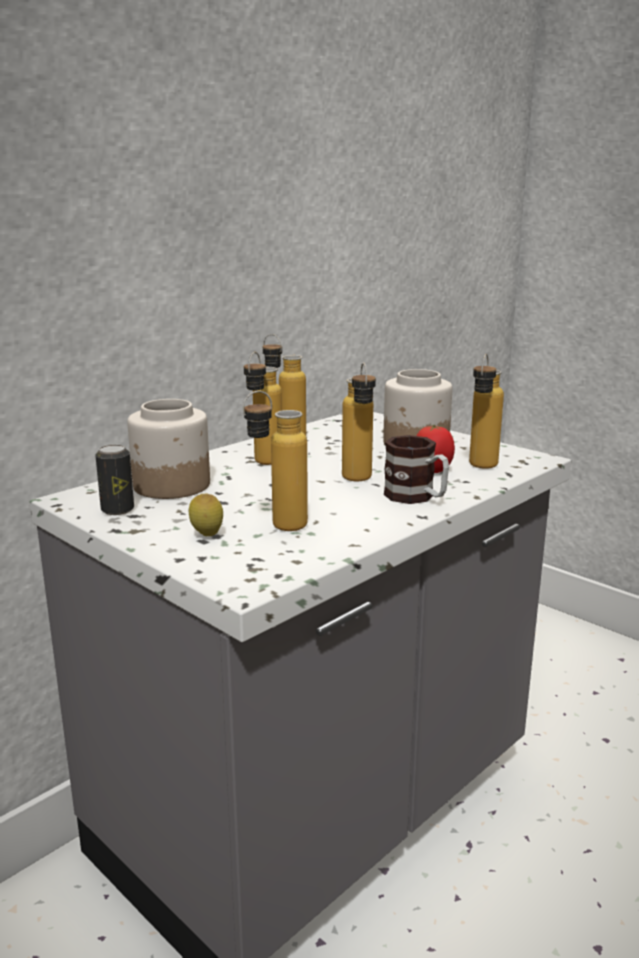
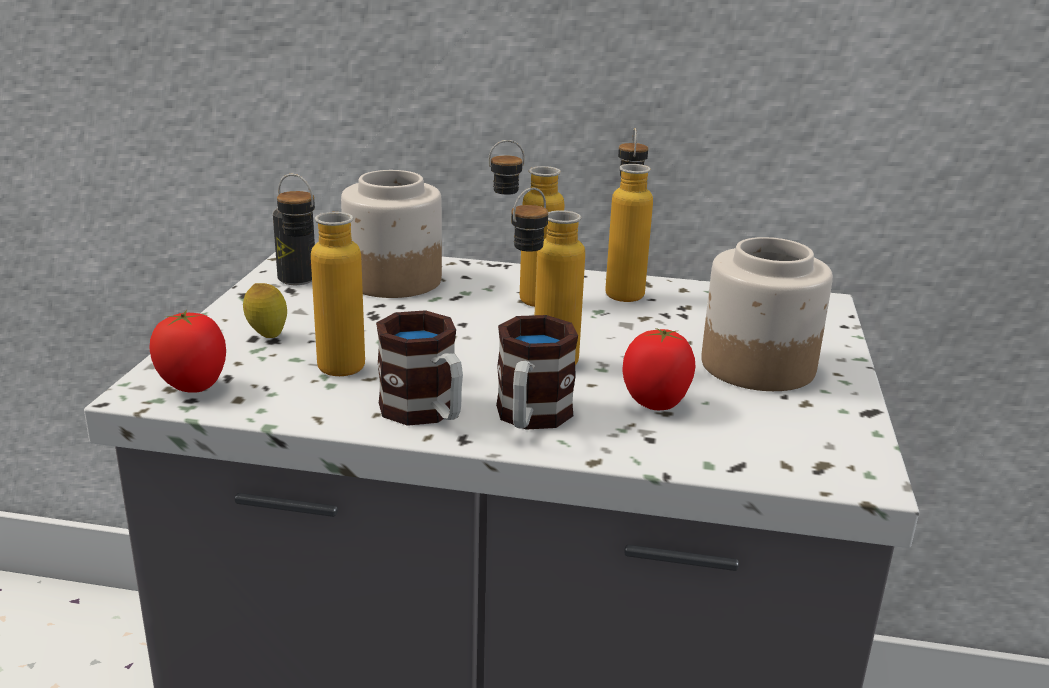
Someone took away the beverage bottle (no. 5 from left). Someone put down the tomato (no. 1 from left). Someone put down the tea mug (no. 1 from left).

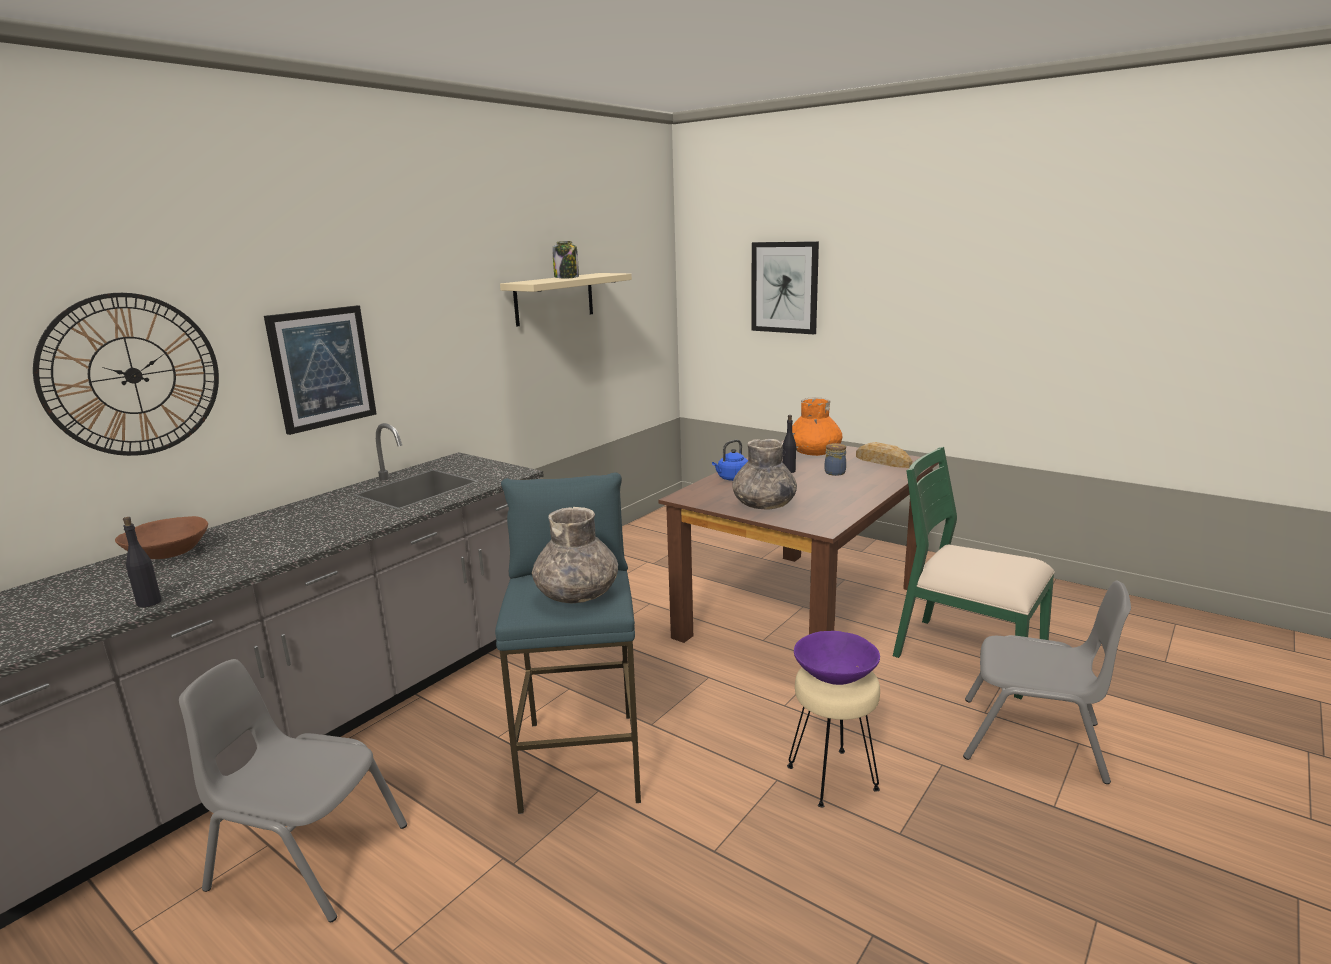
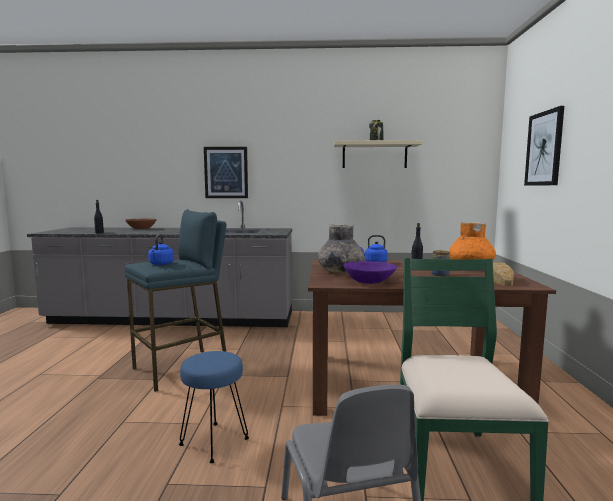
Someone took away the clock on the wall. Someone took away the chair/grey (no. 1 from left). Someone swapped the decorative vase/grey (no. 1 from left) for the kettle/blue-coloured (no. 1 from left). Someone repainted the stool seat/beige, which became the stool seat/blue-coloured (no. 2 from left). Someone carried the deep dish/purplish.

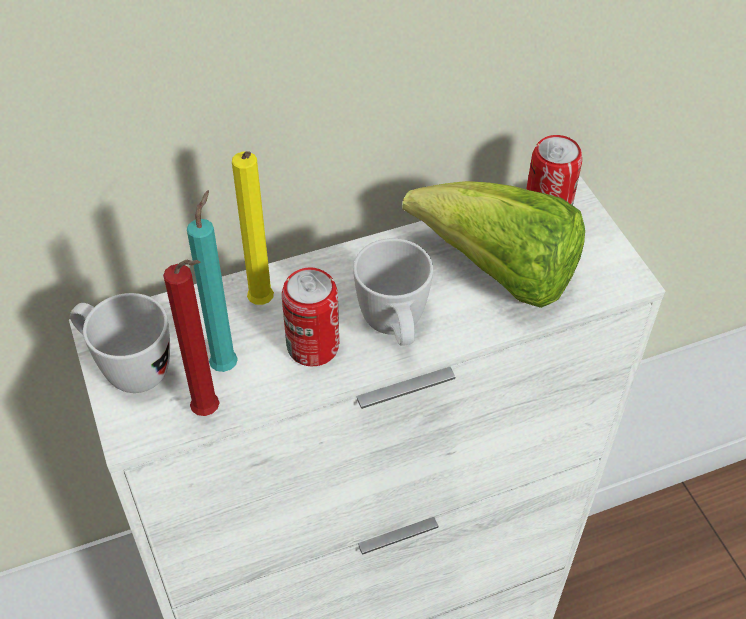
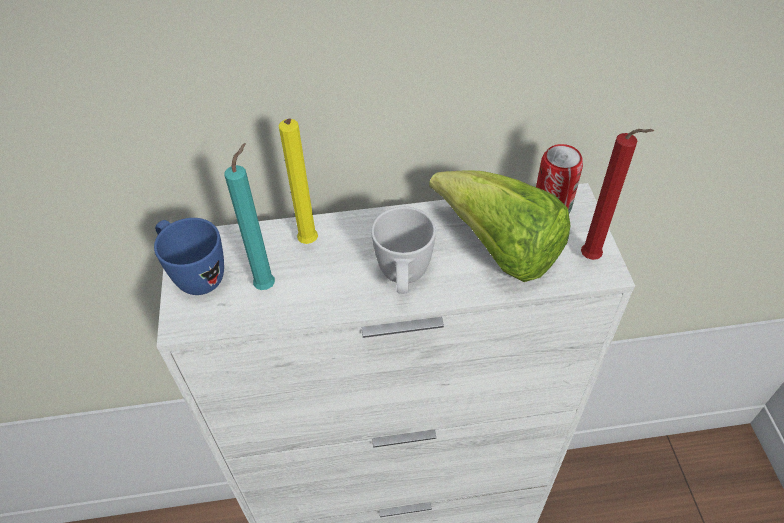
Someone repainted the tea mug/whitish (no. 1 from left), which became the tea mug/blue-coloured. Someone carried the candle/red. Someone took away the sealed can (no. 1 from left).

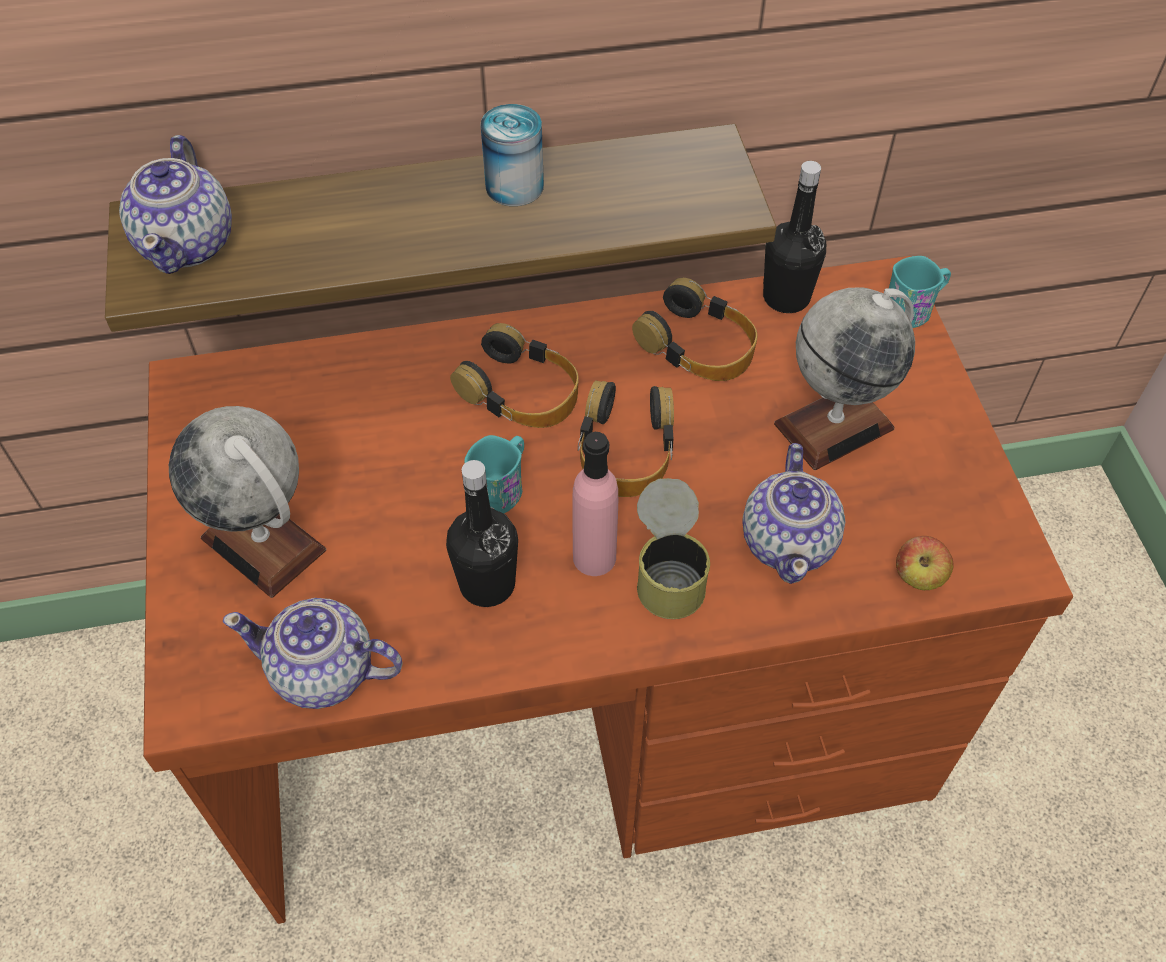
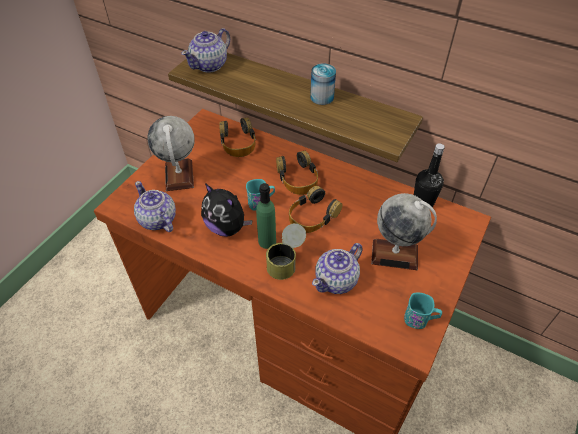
Someone swapped the beverage bottle/black (no. 1 from left) for the cuddly toy. Someone repainted the beverage bottle/pink-coloured, which became the beverage bottle/green-coloured. Someone carried the pair of headphones (no. 3 from left in the first image). Someone carried the tea mug/turquoise (no. 2 from left). Someone took away the whole apple.

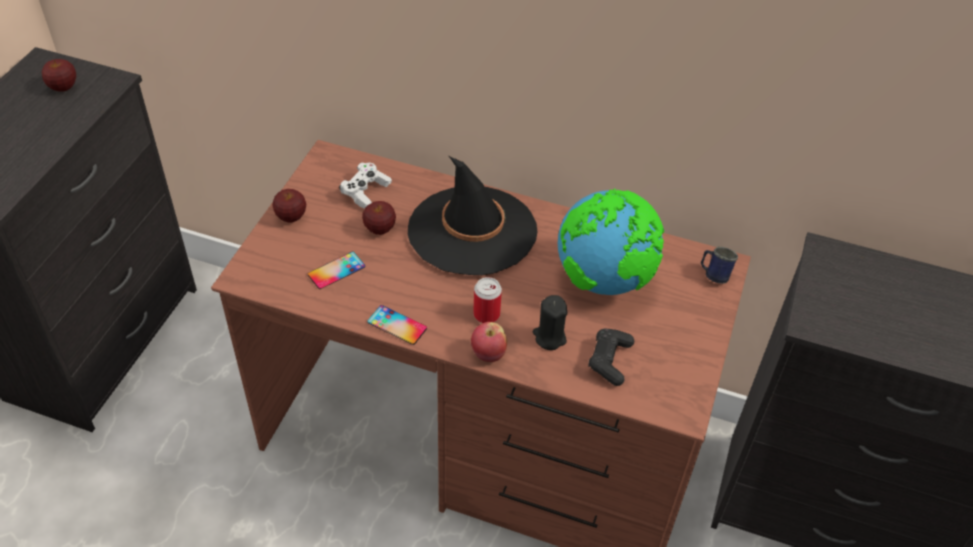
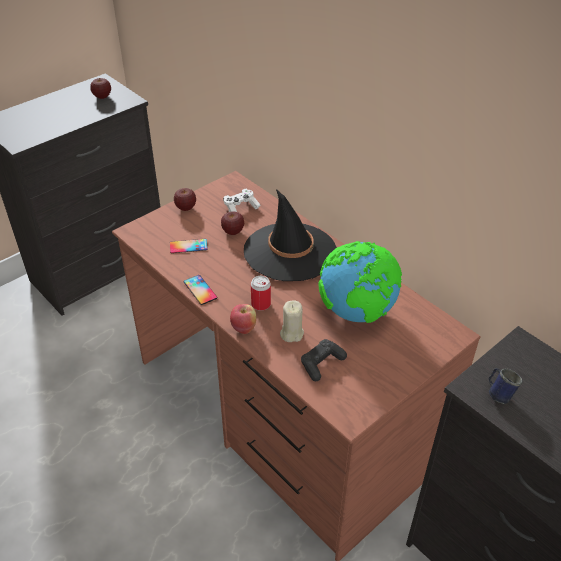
Someone repainted the candle/black, which became the candle/beige. Someone carried the tea mug/blue-coloured.

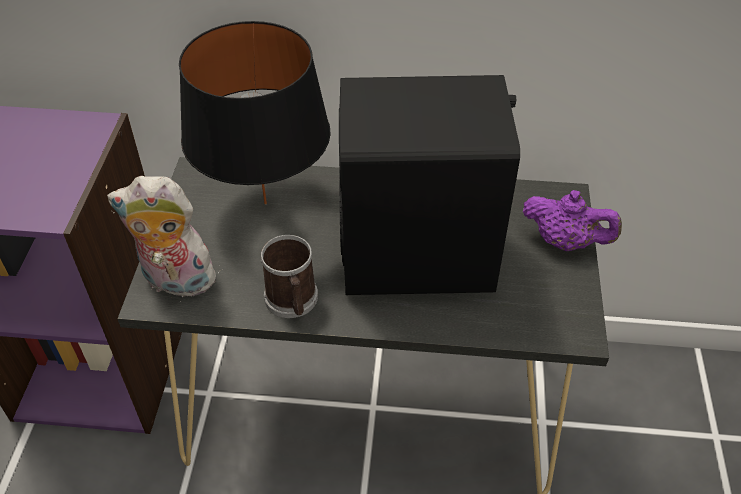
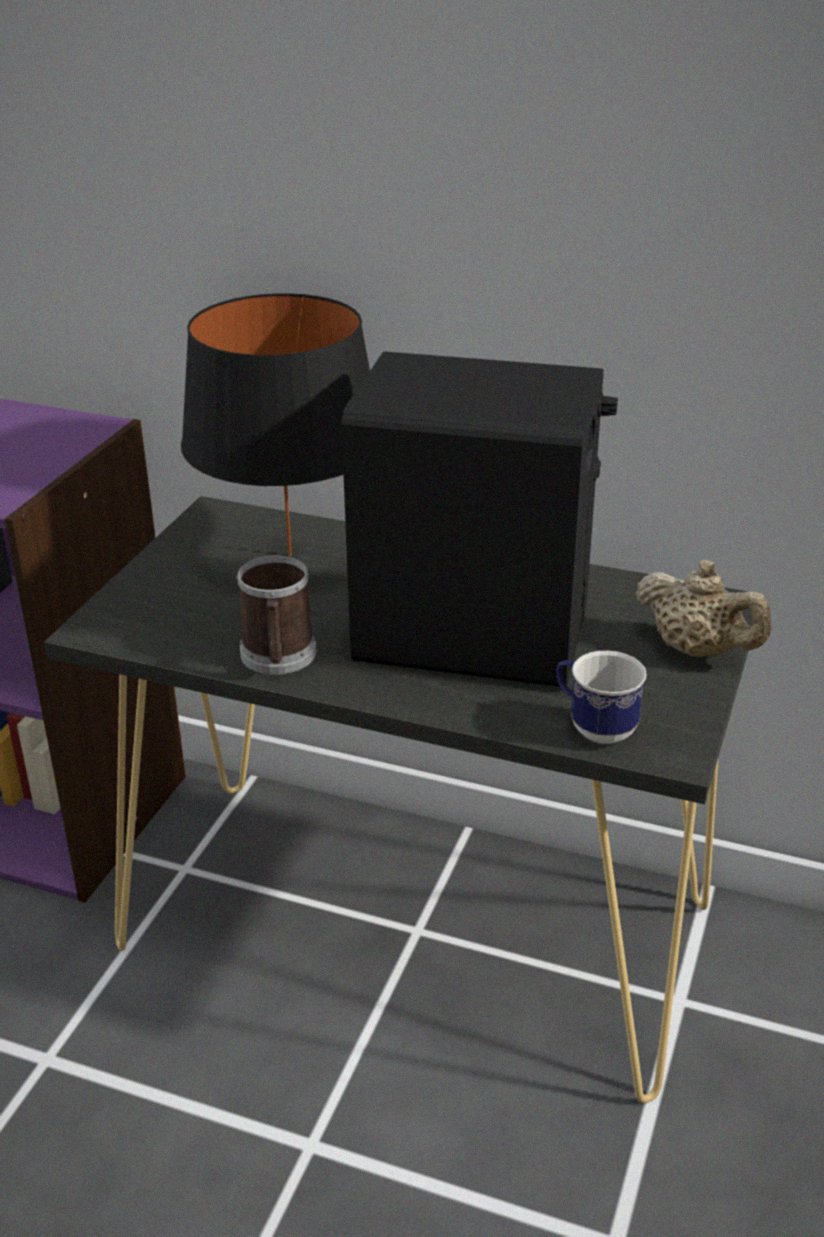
Someone took away the cuddly toy. Someone repainted the pot for tea/purplish, which became the pot for tea/beige. Someone put down the tea mug (no. 2 from left).

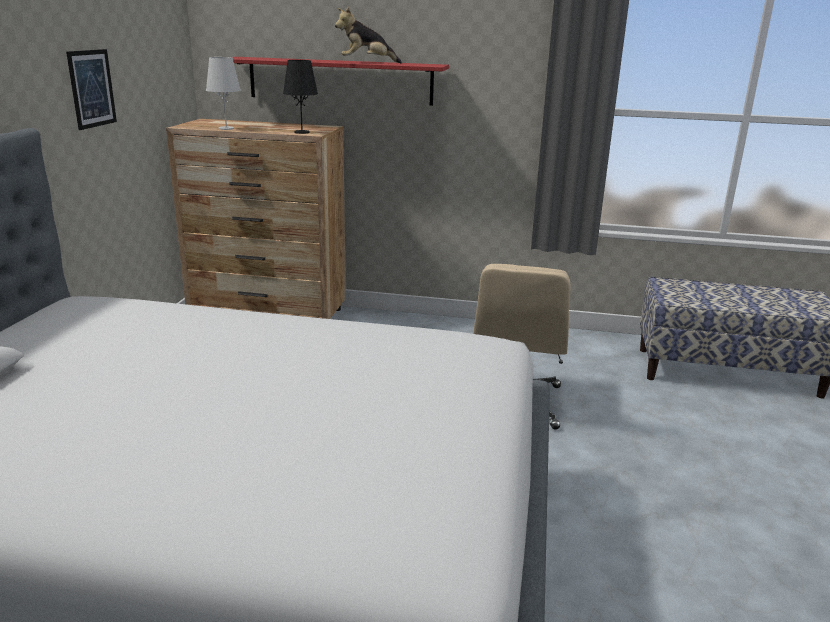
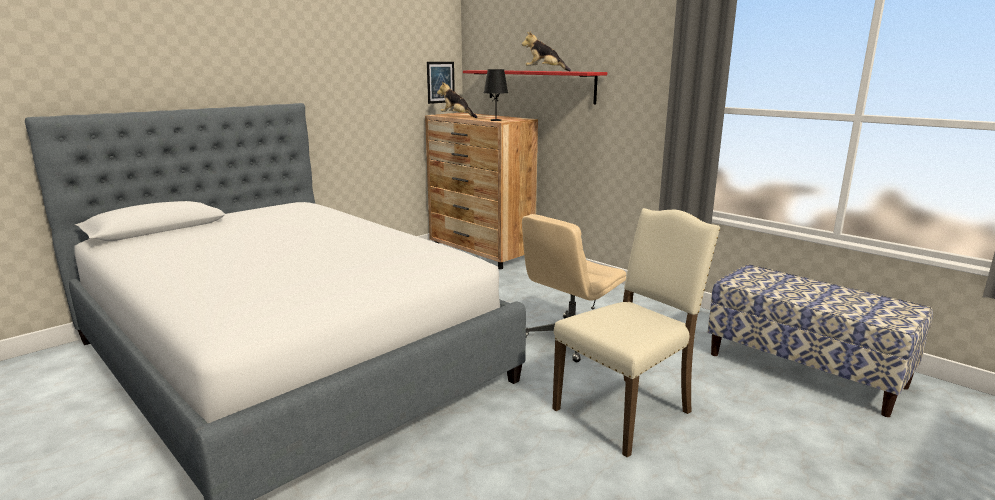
Someone carried the picture. Someone swapped the tabletop lamp/whitish for the cuddly toy (no. 1 from left). Someone put down the chair/beige.

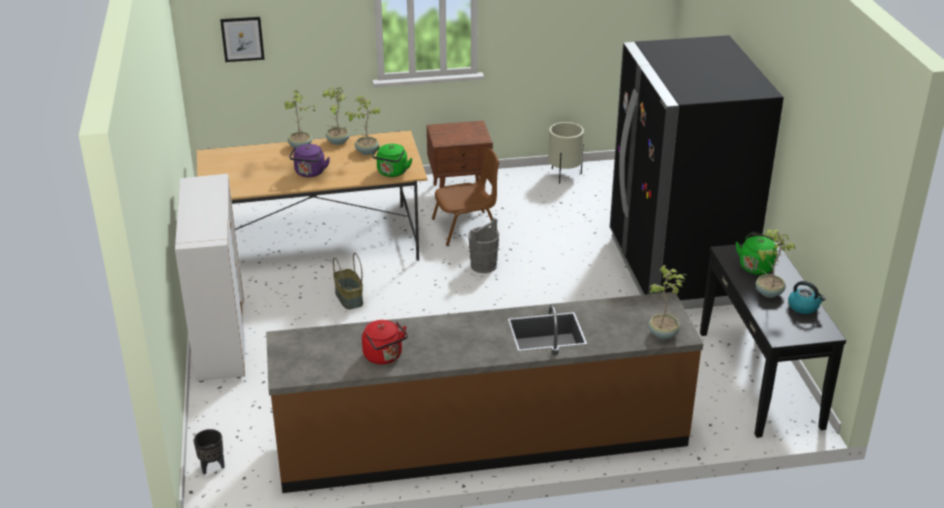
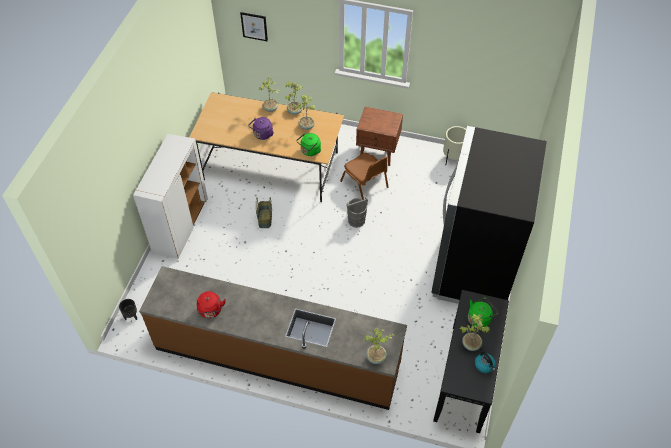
Someone rotated the chair/brownish by 45 degrees clockwise.

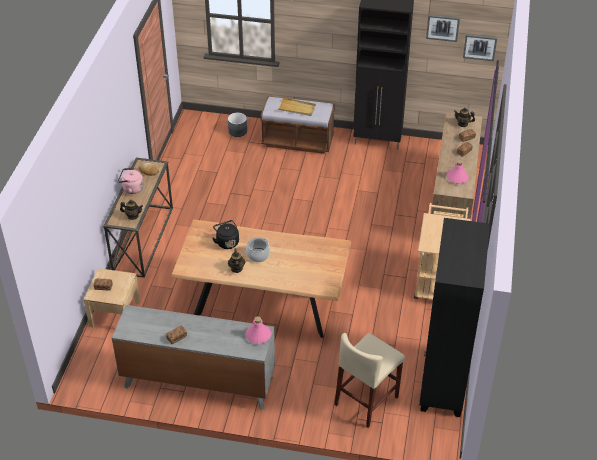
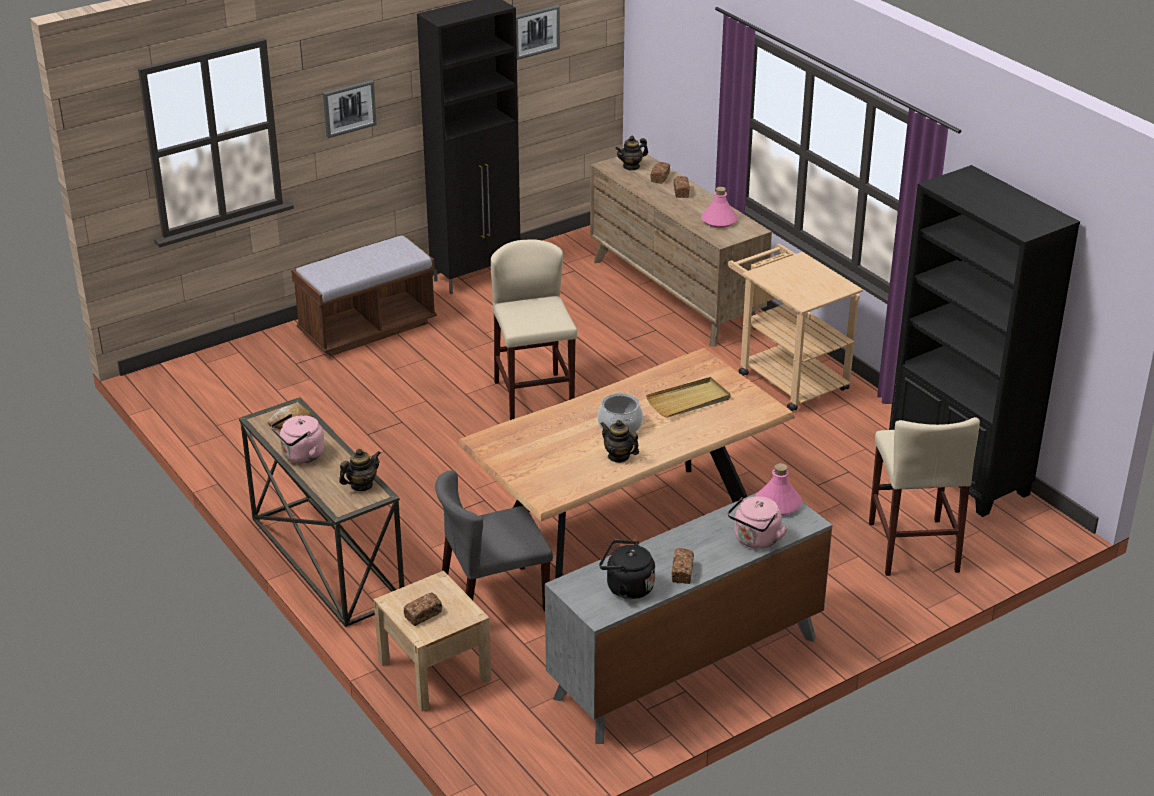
Someone carried the kettle/black. Someone took away the plant pot/grey. Someone carried the tray/beige. Someone carried the picture (no. 2 from left in the first image). Someone put down the chair/grey. Someone put down the stool seat/beige (no. 1 from left). Someone put down the kettle/pink-coloured (no. 2 from left).

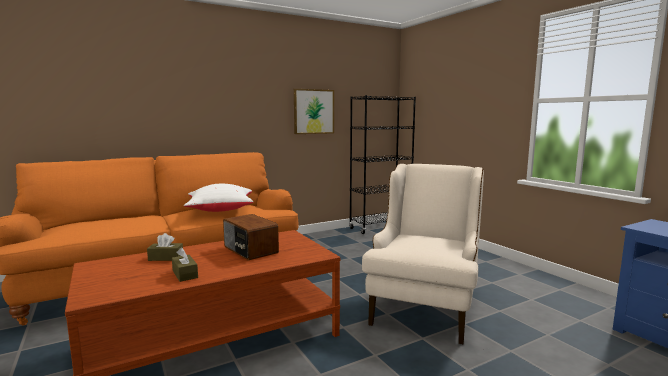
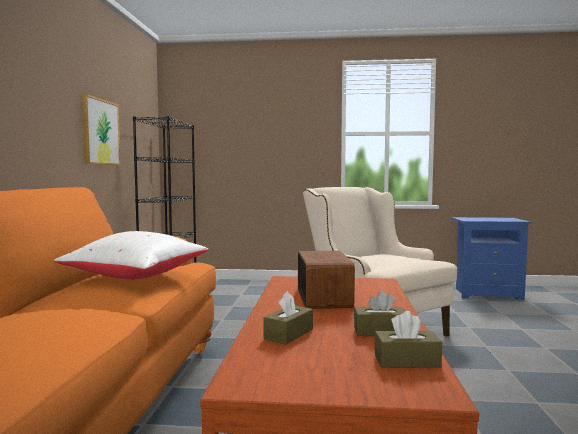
Someone rotated the radio set by 90 degrees counterclockwise. Someone put down the box of tissues/brownish (no. 3 from left).

